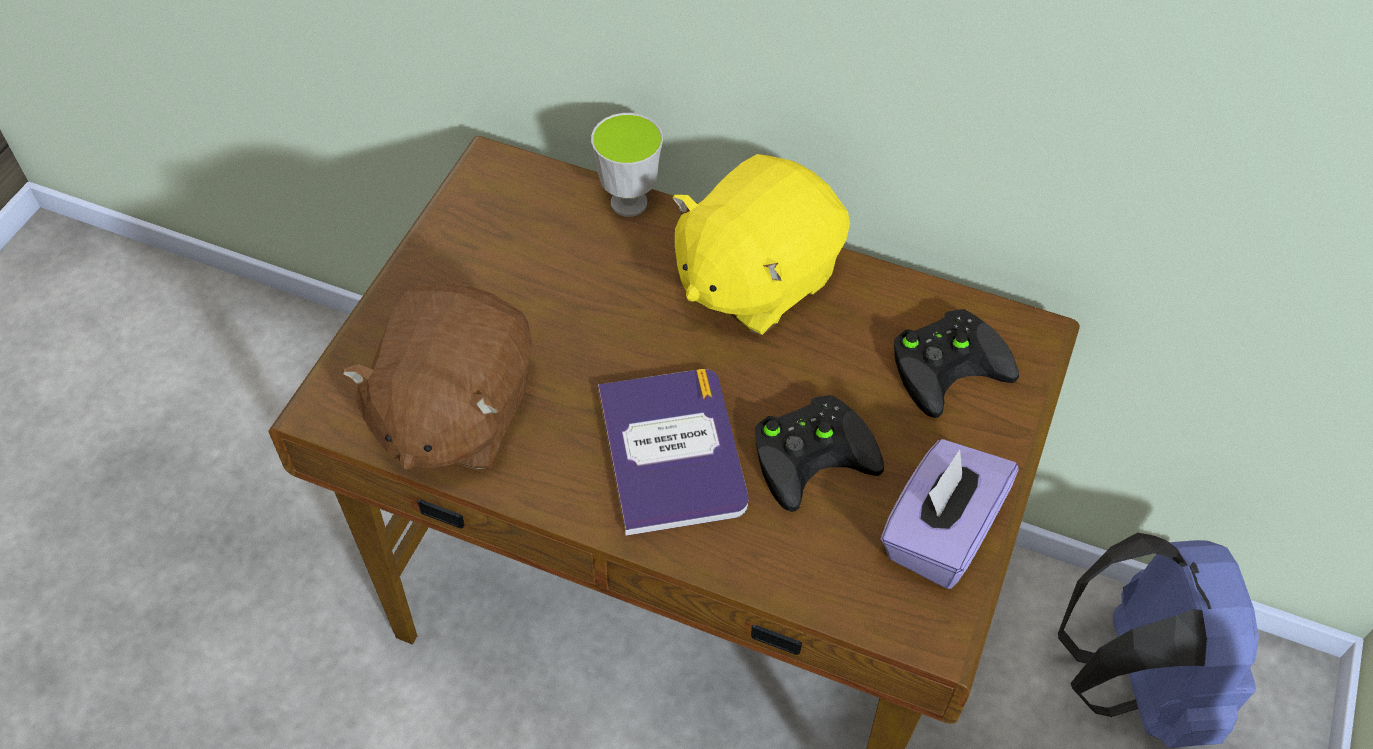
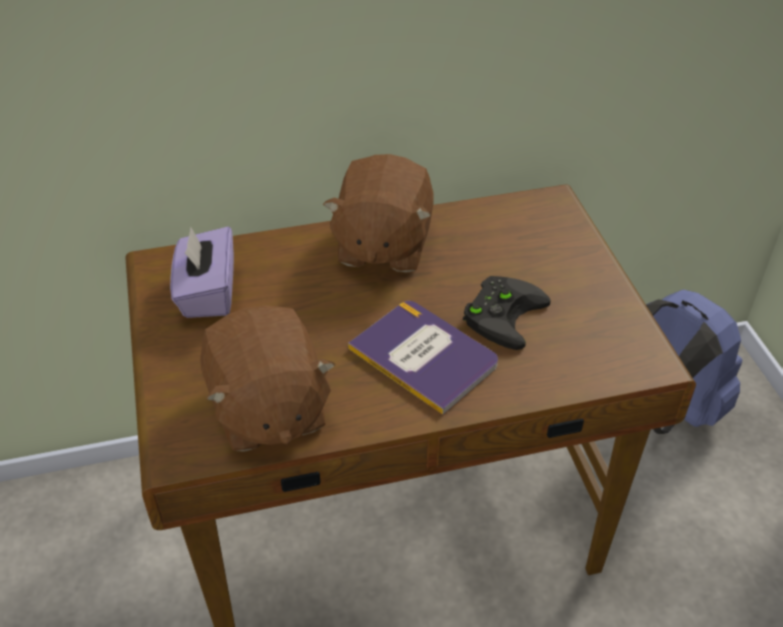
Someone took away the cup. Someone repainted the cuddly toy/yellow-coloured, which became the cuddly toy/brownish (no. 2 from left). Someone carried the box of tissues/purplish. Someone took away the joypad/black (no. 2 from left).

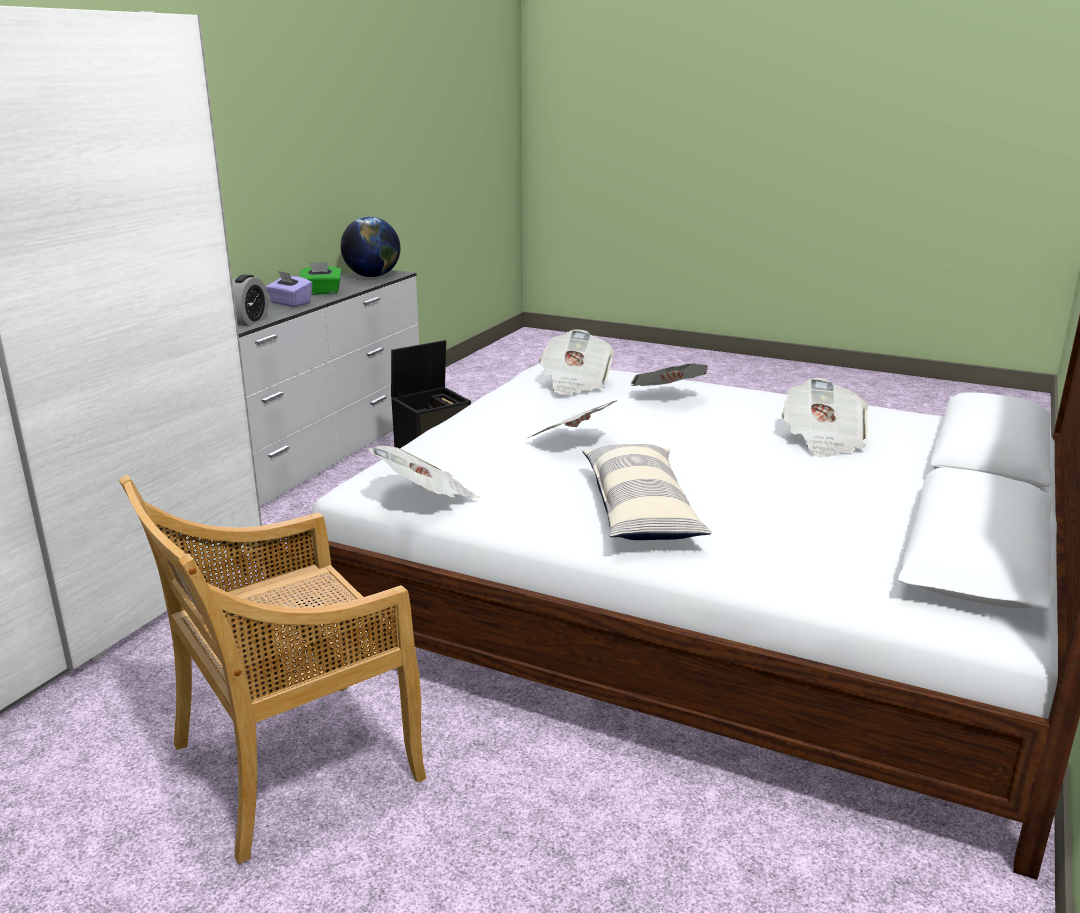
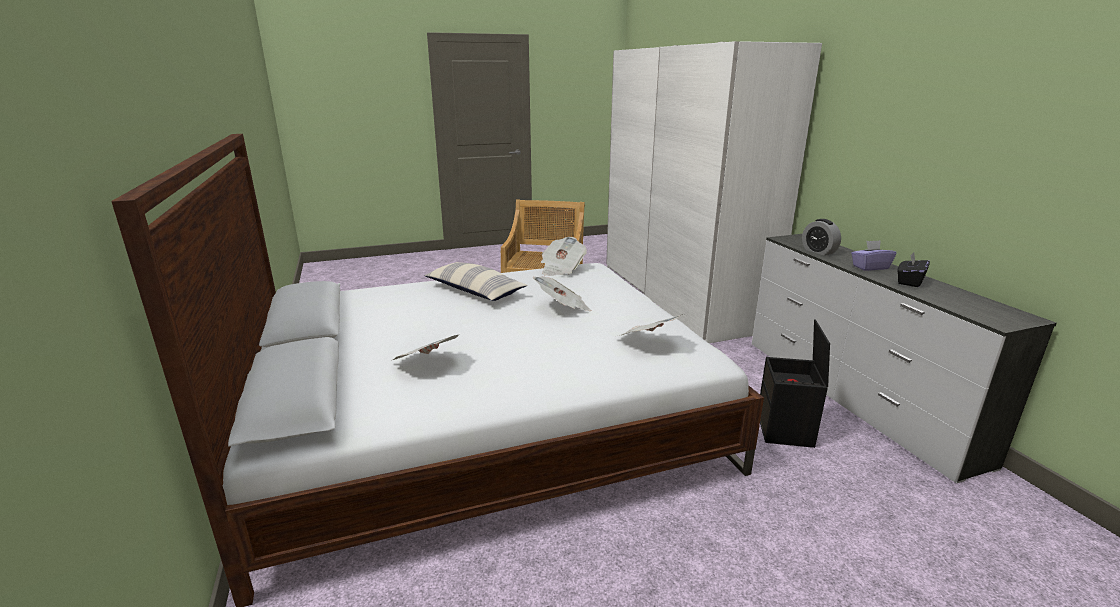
Someone repainted the box of tissues/green-coloured, which became the box of tissues/black. Someone took away the globe. Someone took away the printed paper (no. 4 from left).

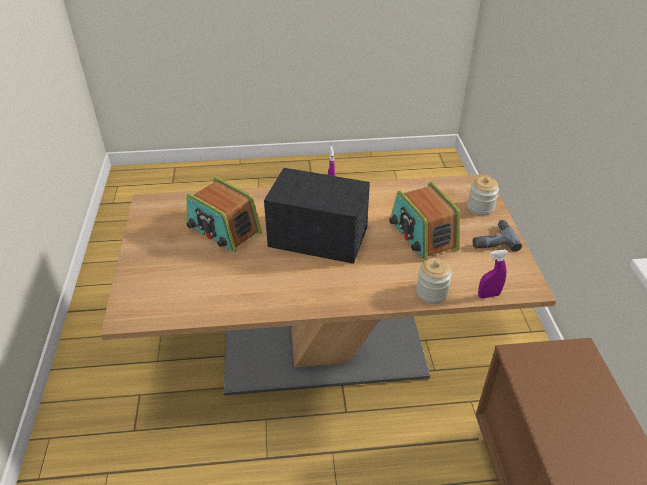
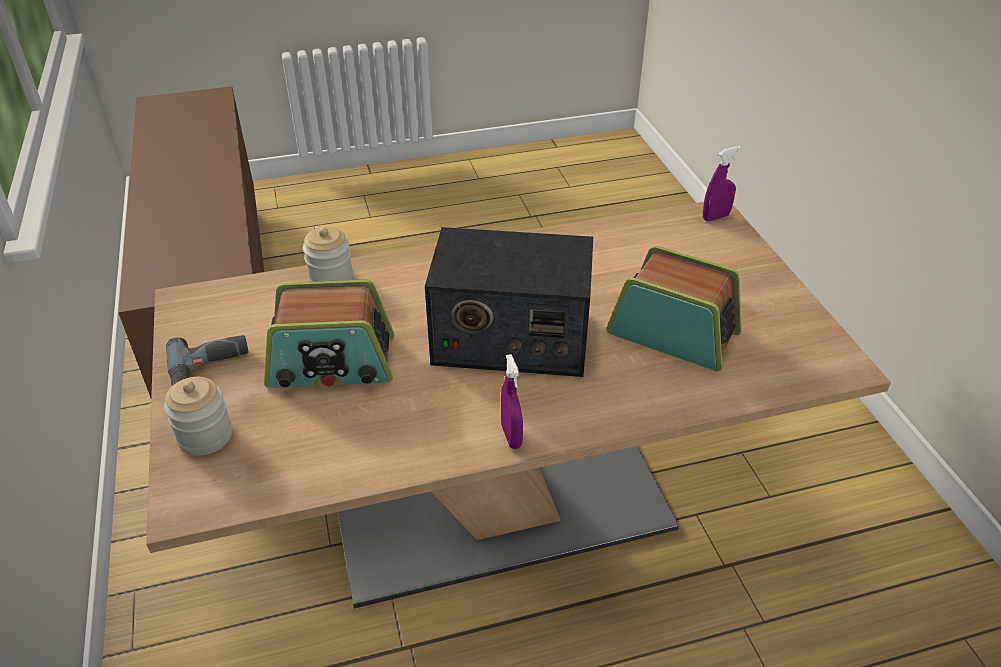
Someone rotated the radio set (no. 3 from left in the first image) by 120 degrees clockwise. Someone carried the spray bottle/purplish (no. 2 from left).

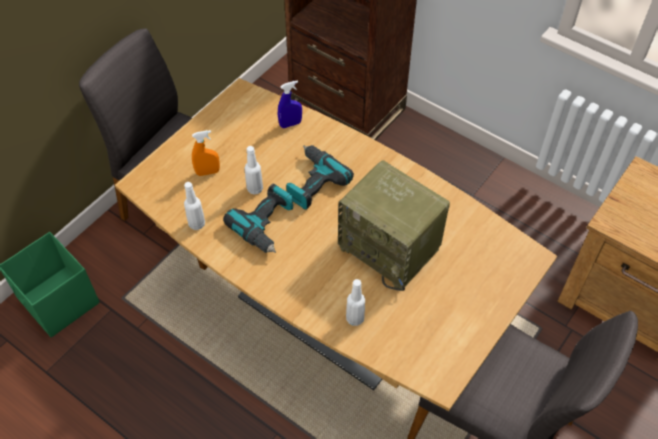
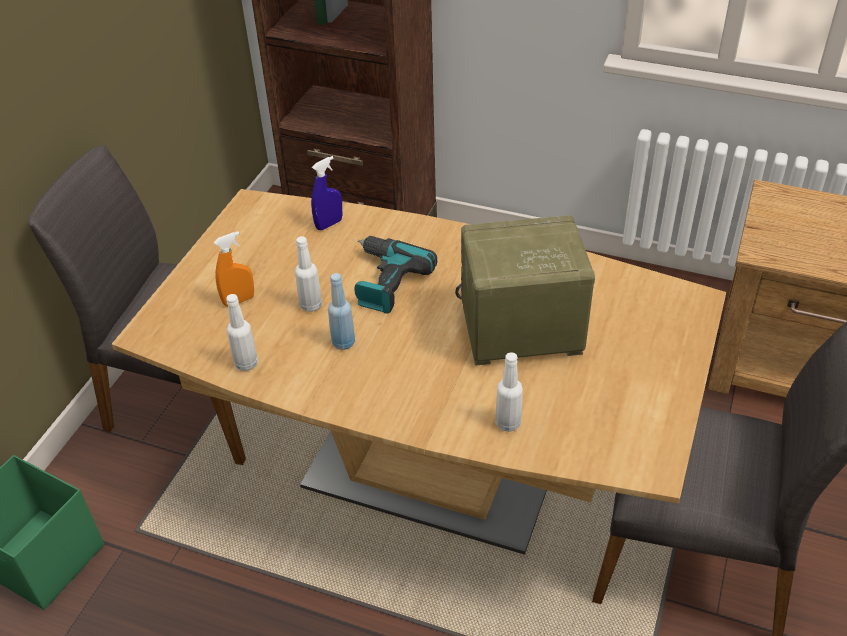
Someone swapped the power drill (no. 1 from left) for the beverage bottle/blue-coloured. Someone rotated the radio set by 150 degrees clockwise.

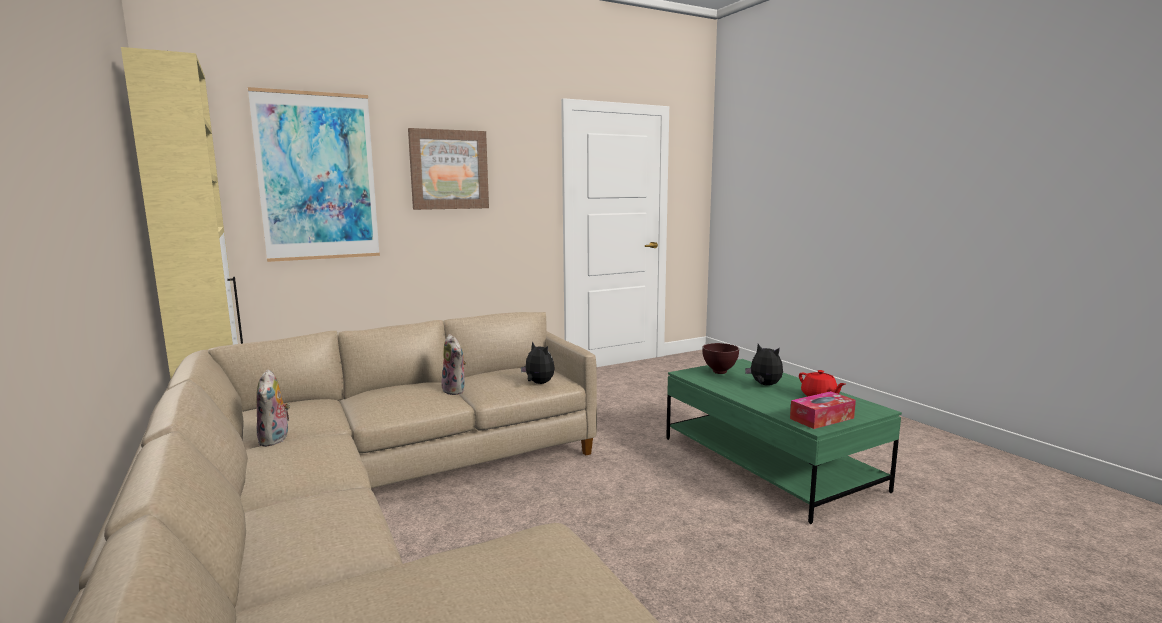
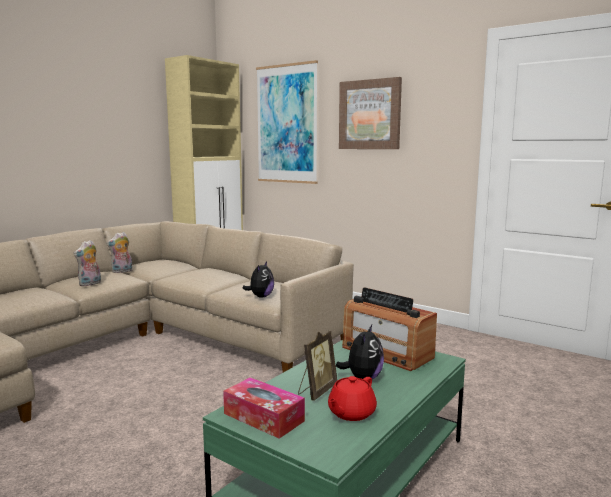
Someone carried the cuddly toy (no. 2 from left in the first image). Someone swapped the deep dish/brownish for the radio set. Someone put down the picture frame.

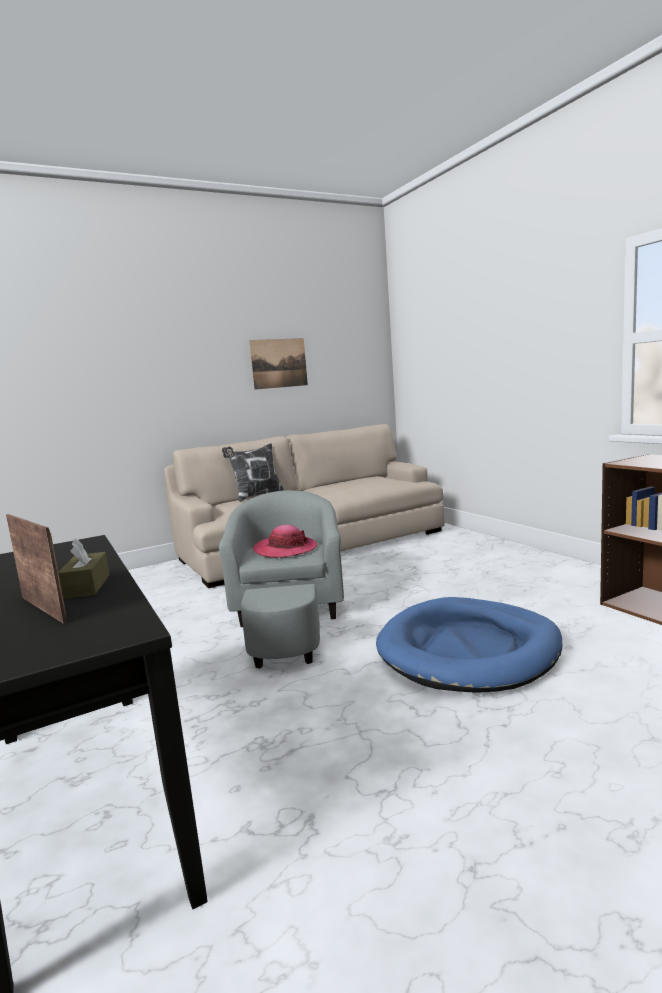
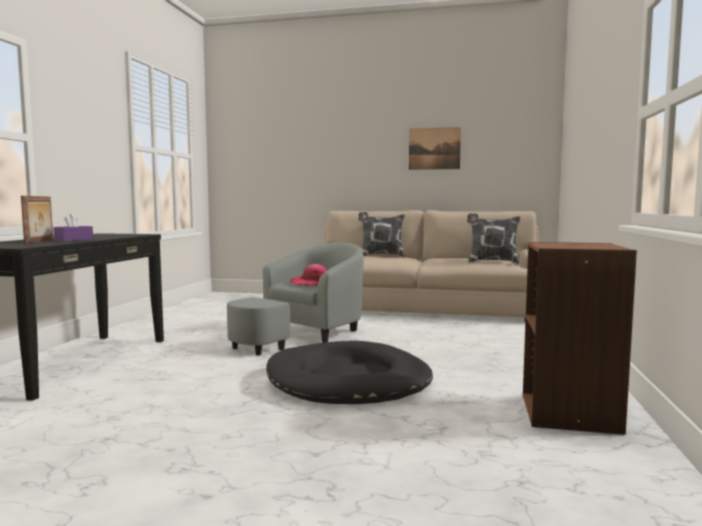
Someone repainted the box of tissues/brownish, which became the box of tissues/purplish. Someone repainted the dog cushion/blue-coloured, which became the dog cushion/black. Someone put down the throw pillow (no. 2 from left).

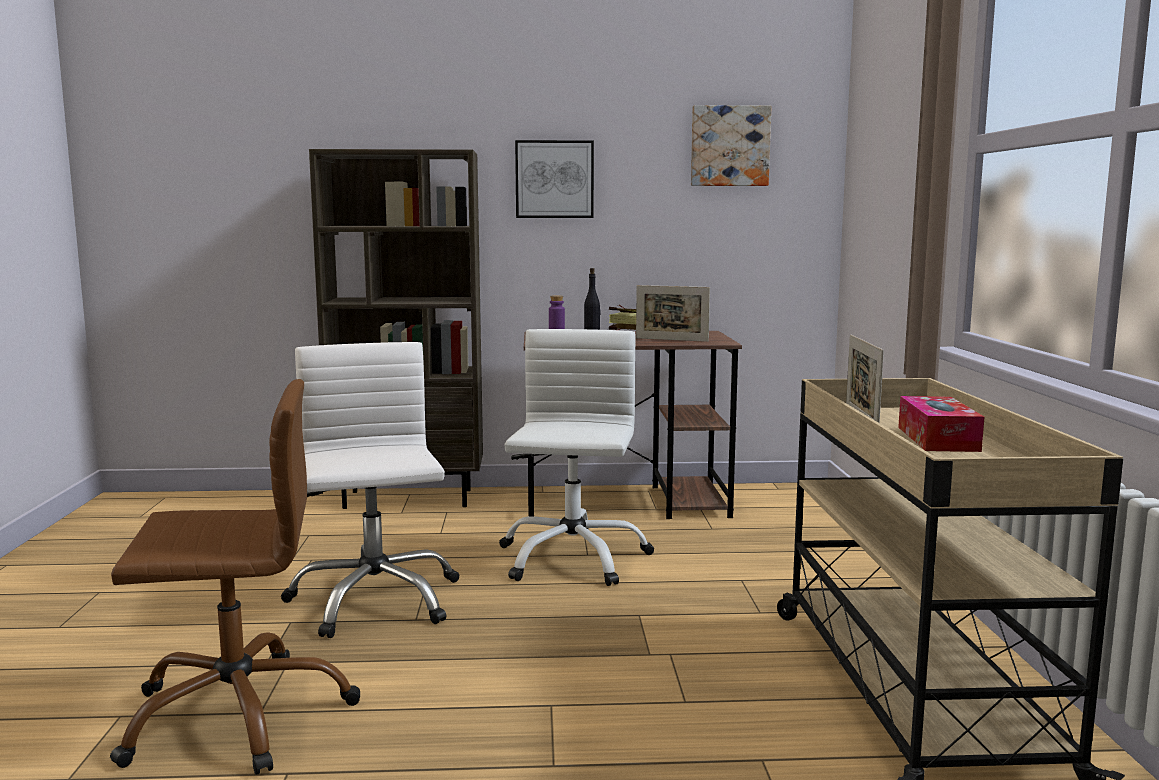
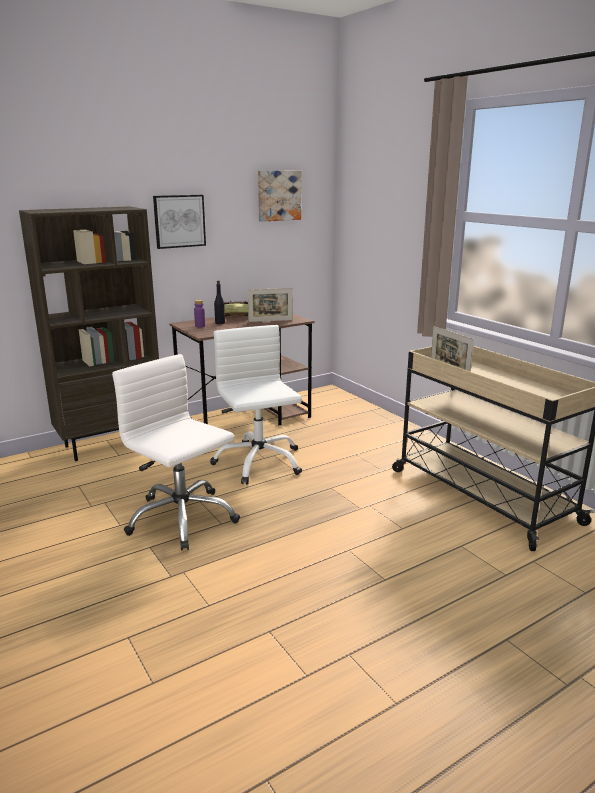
Someone took away the desk chair/brownish. Someone took away the box of tissues.

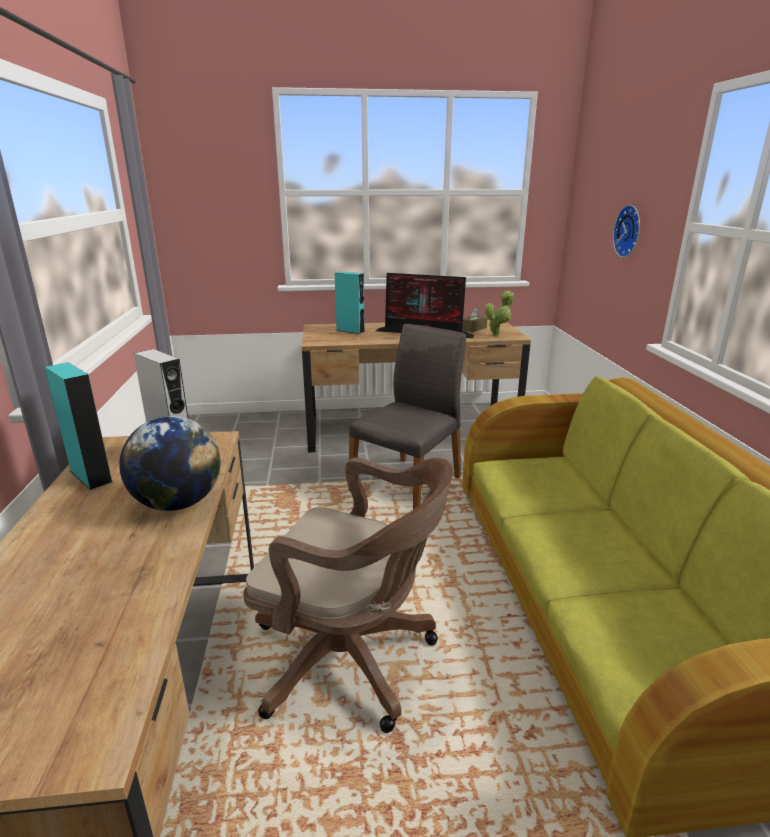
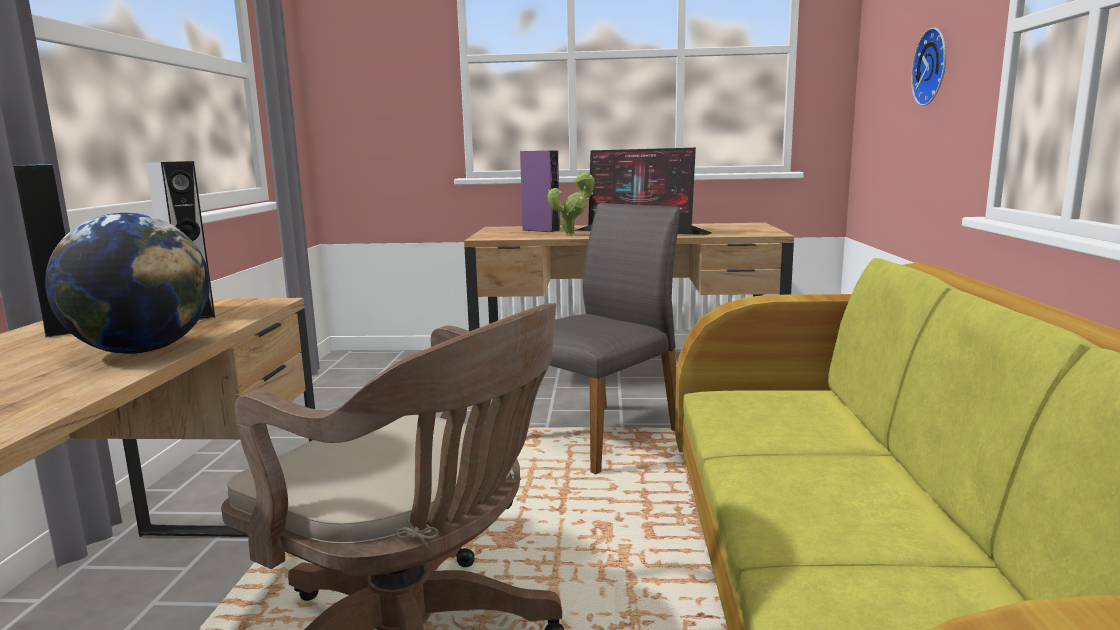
Someone repainted the loudspeaker/turquoise (no. 2 from left), which became the loudspeaker/purplish. Someone took away the box of tissues/brownish. Someone carried the potted plant.

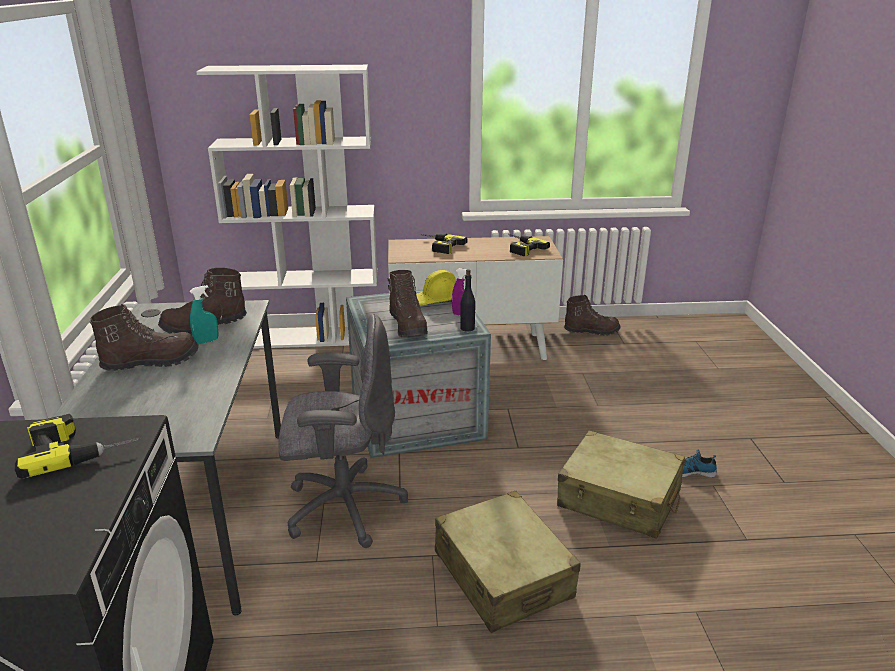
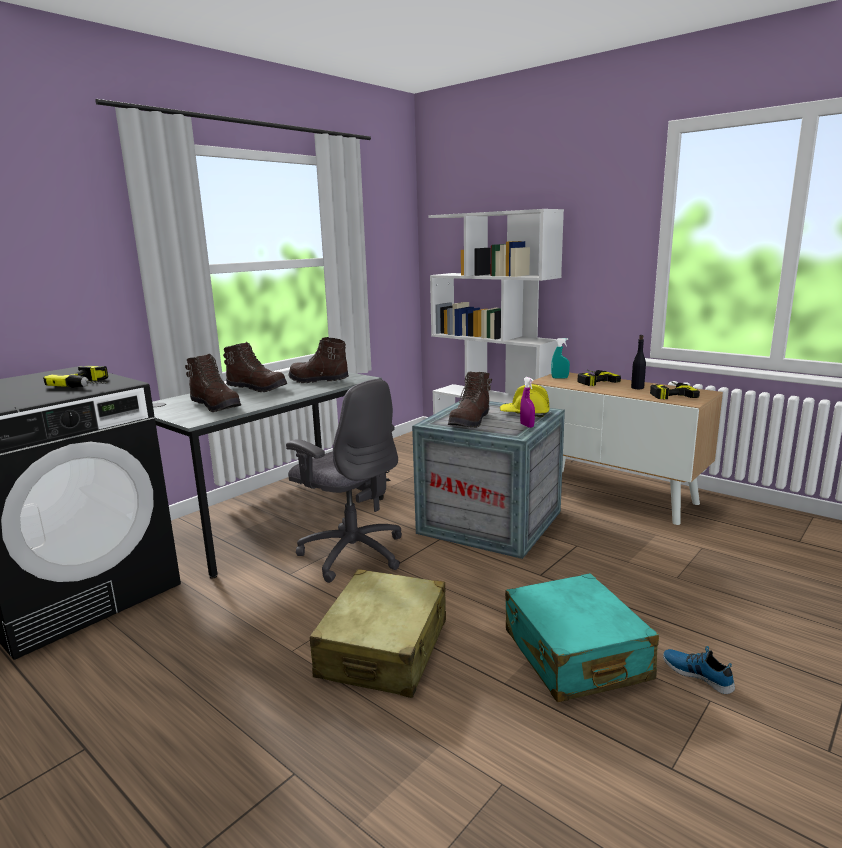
Someone carried the spray bottle/turquoise. Someone carried the beverage bottle/black. Someone repainted the suitcase/beige (no. 2 from left), which became the suitcase/turquoise. Someone carried the boot/brownish (no. 4 from left in the first image).

